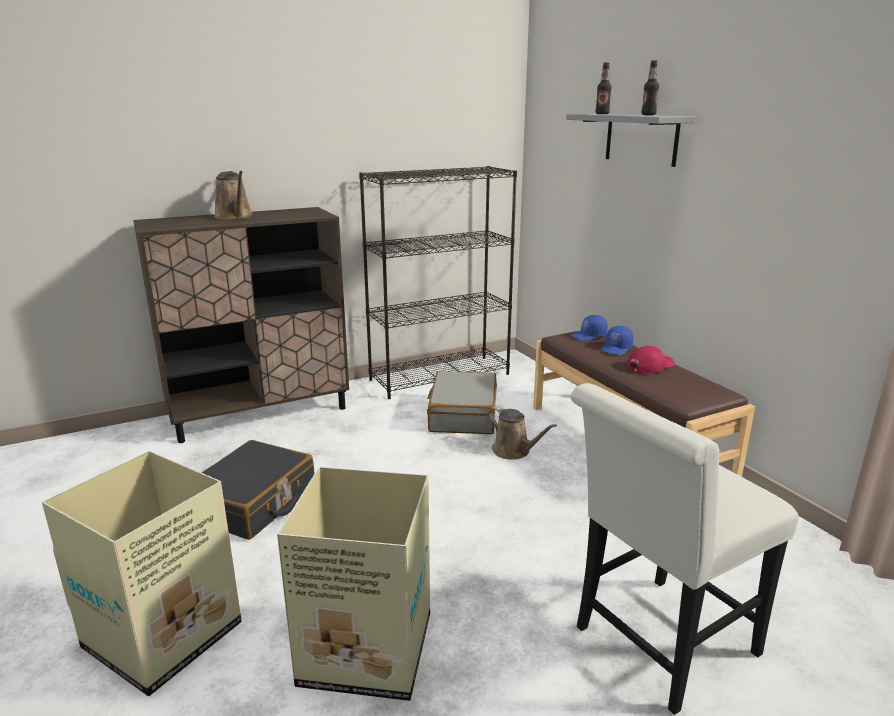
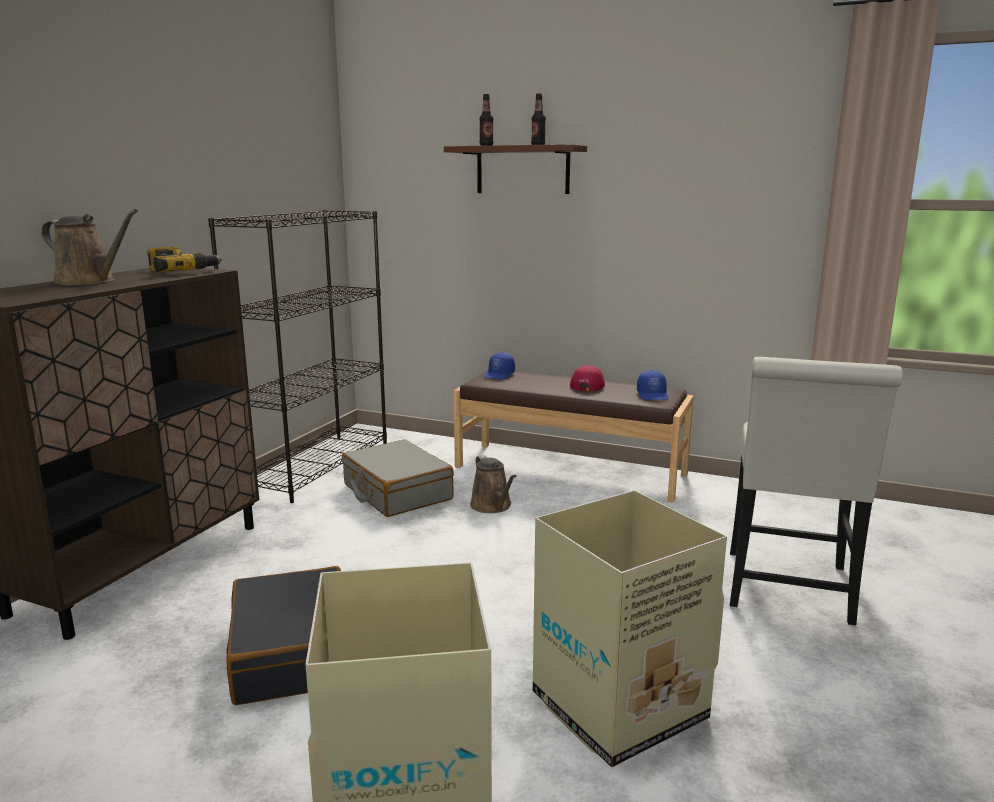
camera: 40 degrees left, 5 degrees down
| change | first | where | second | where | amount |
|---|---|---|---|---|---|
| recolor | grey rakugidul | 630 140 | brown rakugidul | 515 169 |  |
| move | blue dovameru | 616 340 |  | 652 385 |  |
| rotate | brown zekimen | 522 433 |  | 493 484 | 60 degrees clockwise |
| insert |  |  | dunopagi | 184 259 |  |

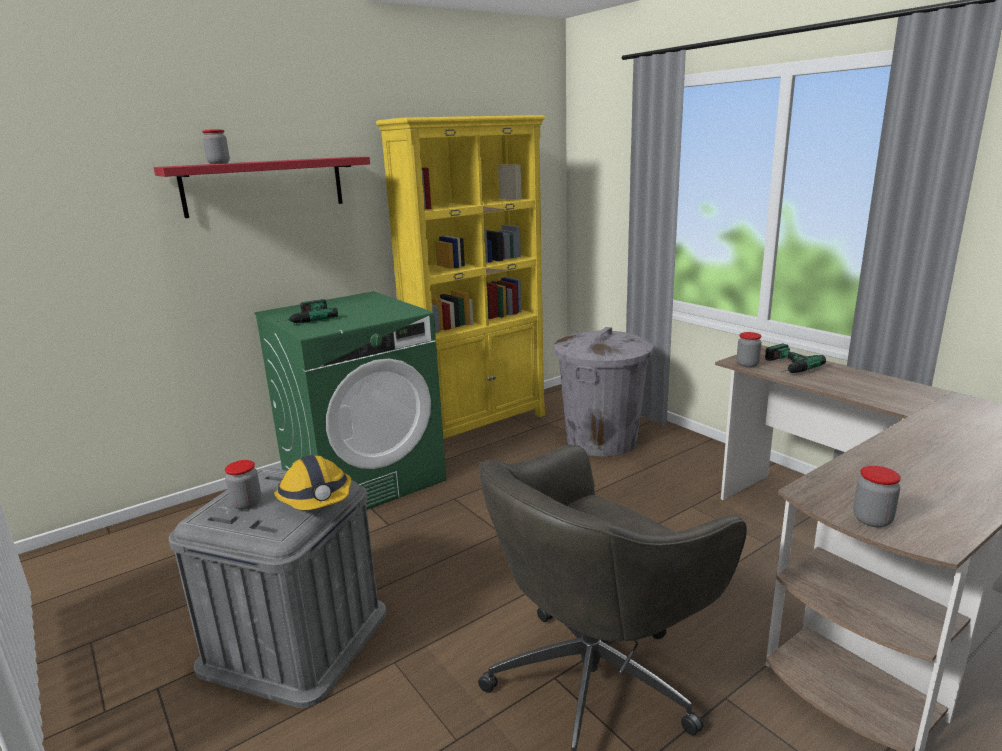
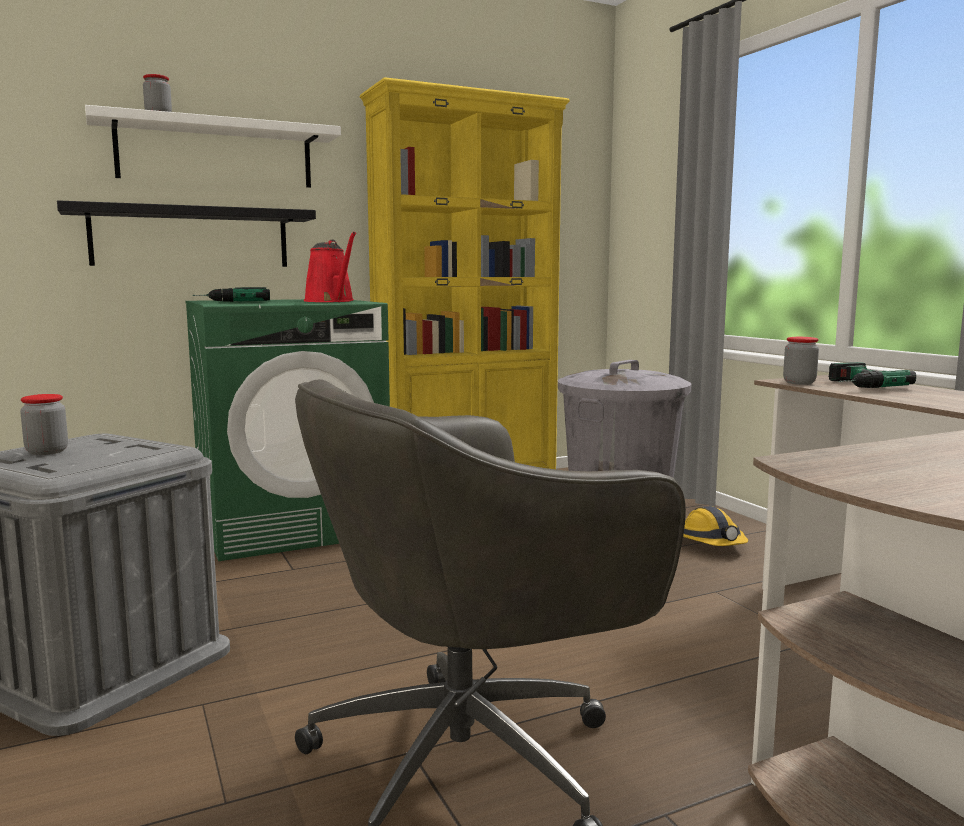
camera: 10 degrees right, 10 degrees down
| change | first | where | second | where | amount |
|---|---|---|---|---|---|
| recolor | red rakugidul | 262 187 | white rakugidul | 213 146 |  |
| move | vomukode | 312 482 |  | 715 526 |  |
| delete | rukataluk | 877 496 |  |  |  |
| insert |  |  | black rakugidul | 186 233 |  |
| insert |  |  | red zekimen | 330 267 |  |

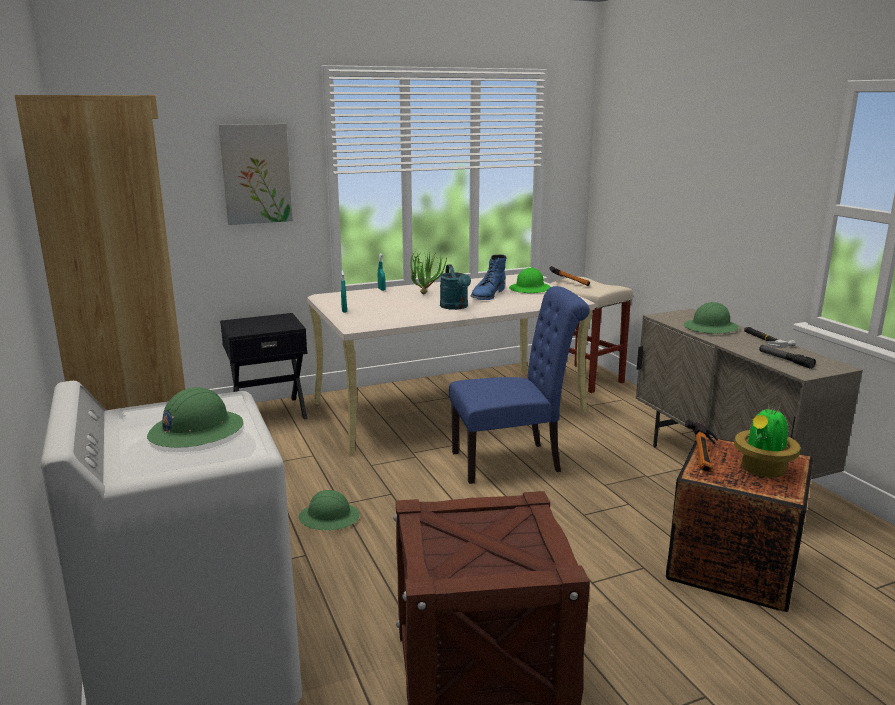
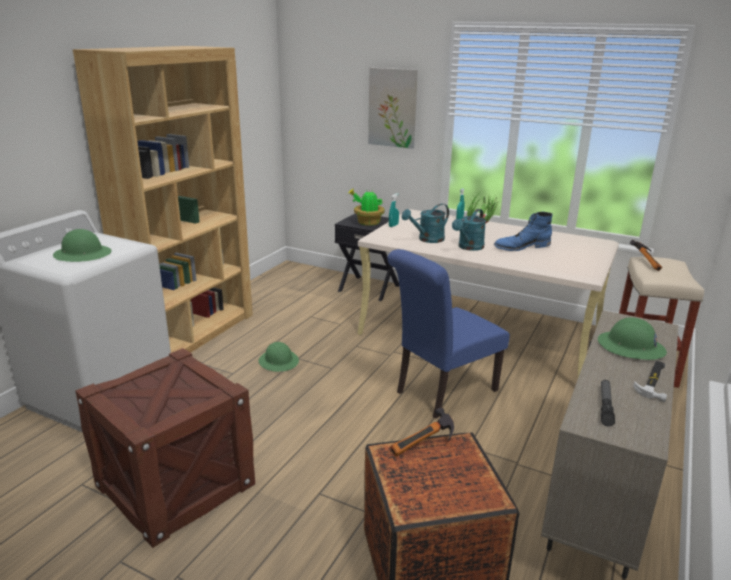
camera: 50 degrees right, 5 degrees up
| change | first | where | second | where | amount |
|---|---|---|---|---|---|
| delete | green vomukode | 530 280 |  |  |  |
| rotate | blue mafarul | 519 385 |  | 448 334 | 105 degrees clockwise |
| move | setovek | 767 442 |  | 366 207 |  |
| insert |  |  | turquoise zekimen | 425 223 |  |

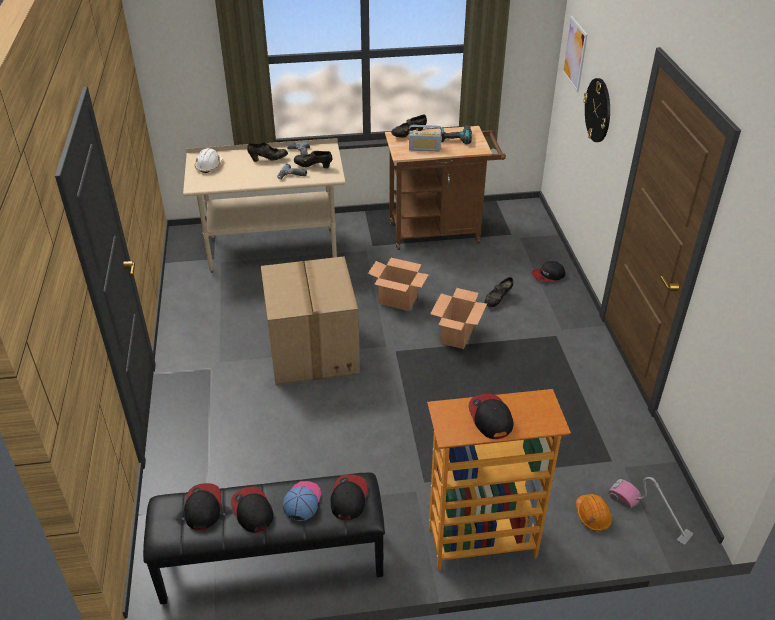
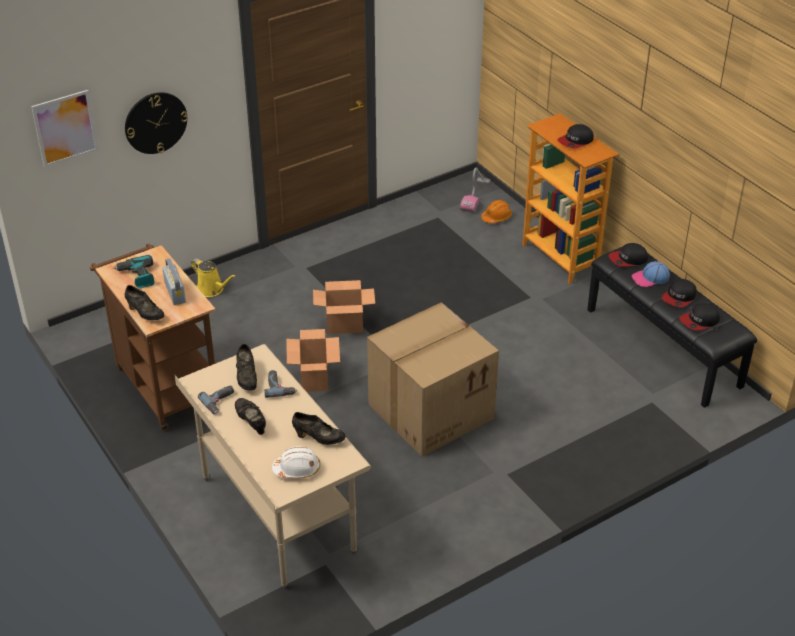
camera: 115 degrees left, 0 degrees up
| change | first | where | second | where | amount |
|---|---|---|---|---|---|
| replace | dovameru | 548 271 | yellow zekimen | 213 278 |  |
| move | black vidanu | 498 292 |  | 319 428 |  |

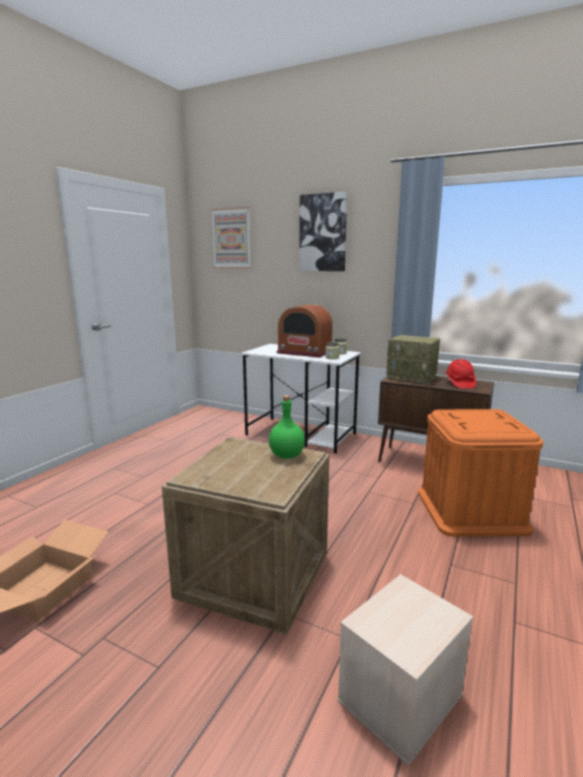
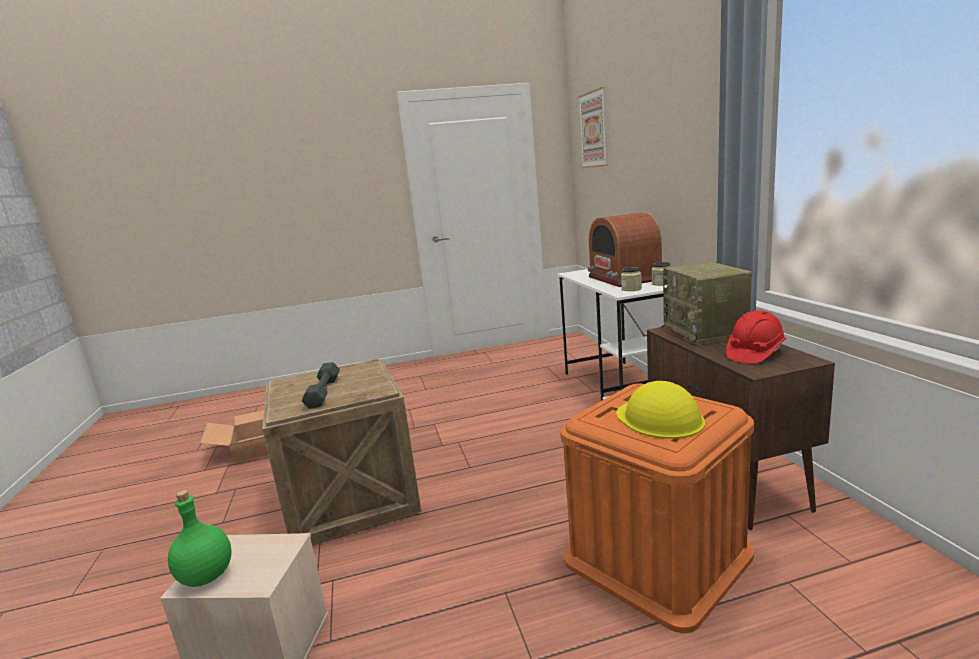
camera: 50 degrees right, 0 degrees up
| change | first | where | second | where | amount |
|---|---|---|---|---|---|
| delete | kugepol | 323 231 |  |  |  |
| move | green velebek | 287 427 |  | 199 538 |  |
| insert |  |  | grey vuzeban | 321 385 |  |
| insert |  |  | yellow vomukode | 660 410 |  |

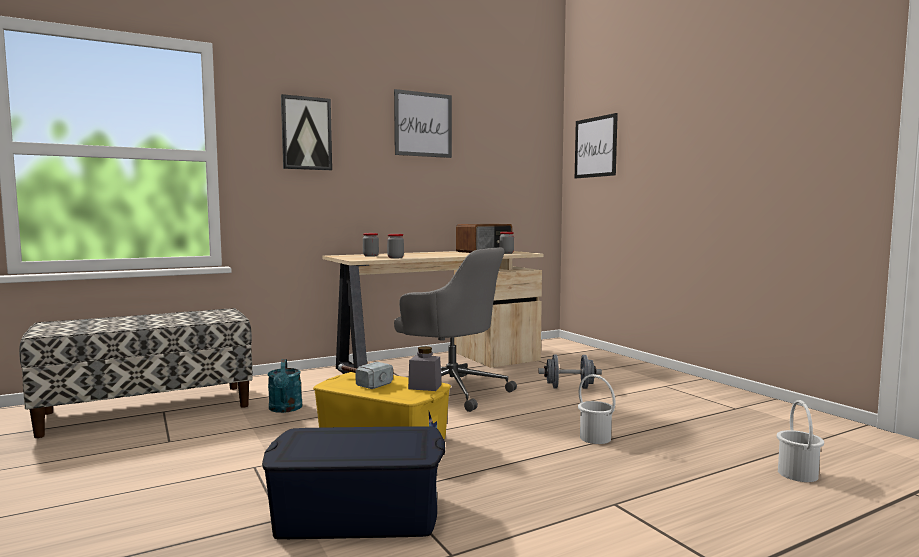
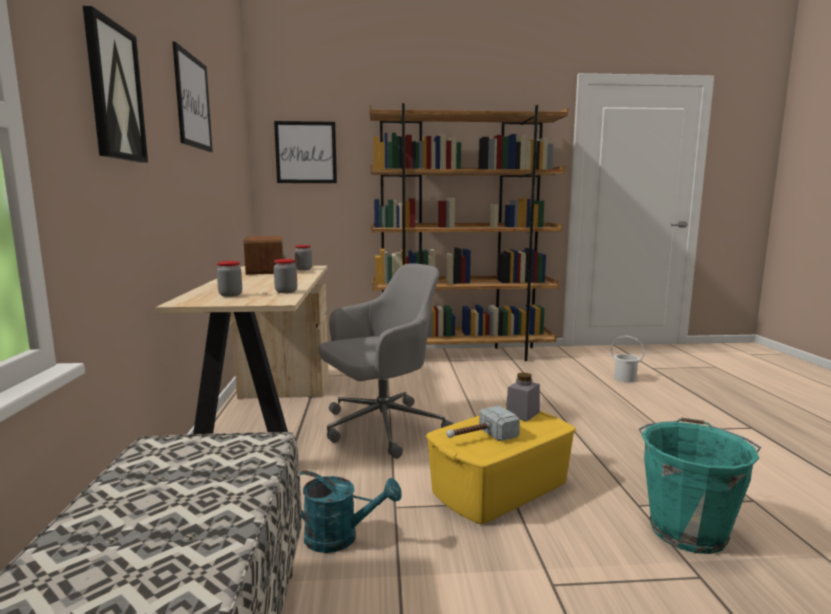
camera: 65 degrees left, 5 degrees up
| change | first | where | second | where | amount |
|---|---|---|---|---|---|
| delete | grey vuzeban | 570 371 |  |  |  |
| delete | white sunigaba | 597 409 |  |  |  |
| replace | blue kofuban | 353 482 | turquoise sunigaba | 700 485 |  |
| insert |  |  | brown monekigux | 469 232 |  |

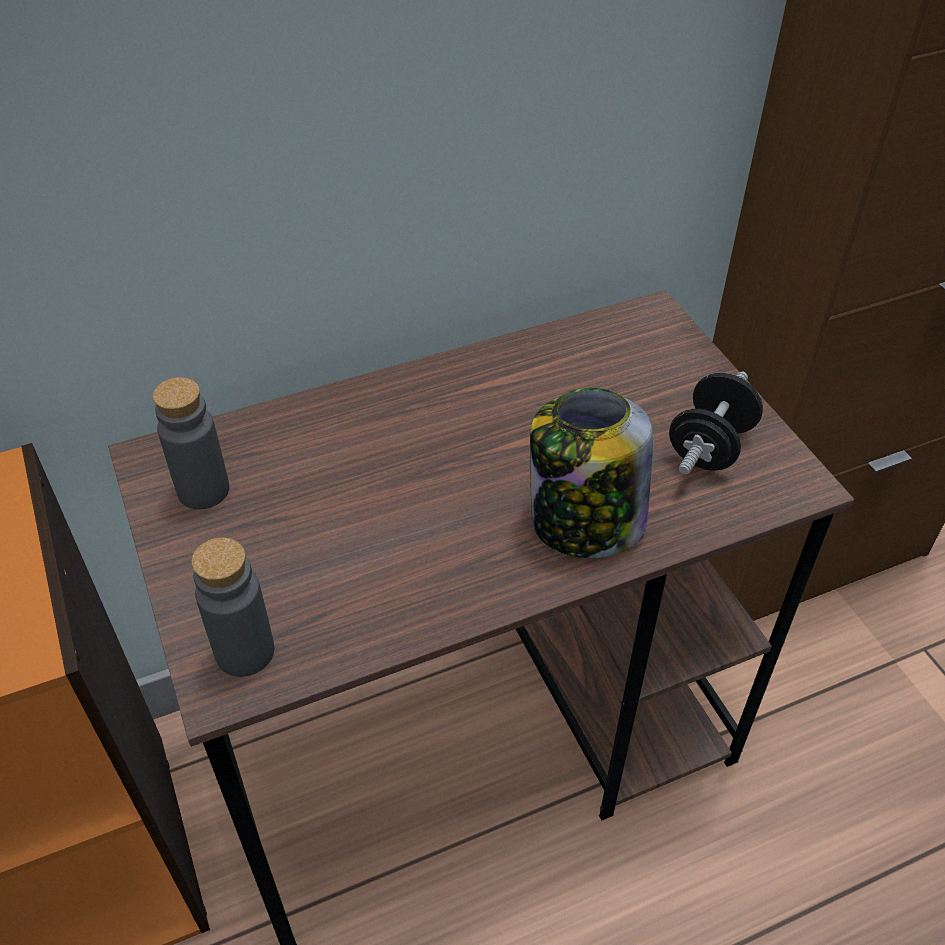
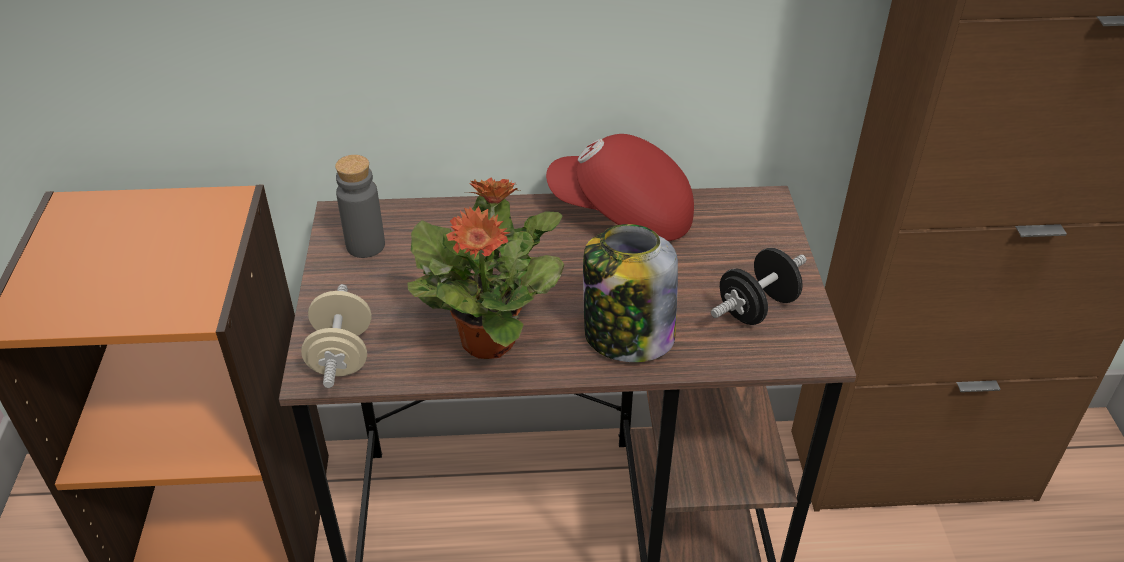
camera: 20 degrees right, 5 degrees down
| change | first | where | second | where | amount |
|---|---|---|---|---|---|
| replace | grey velebek | 232 607 | beige vuzeban | 336 336 |  |
| insert |  |  | red dovameru | 620 187 |  |
| insert |  |  | setovek | 486 268 |  |

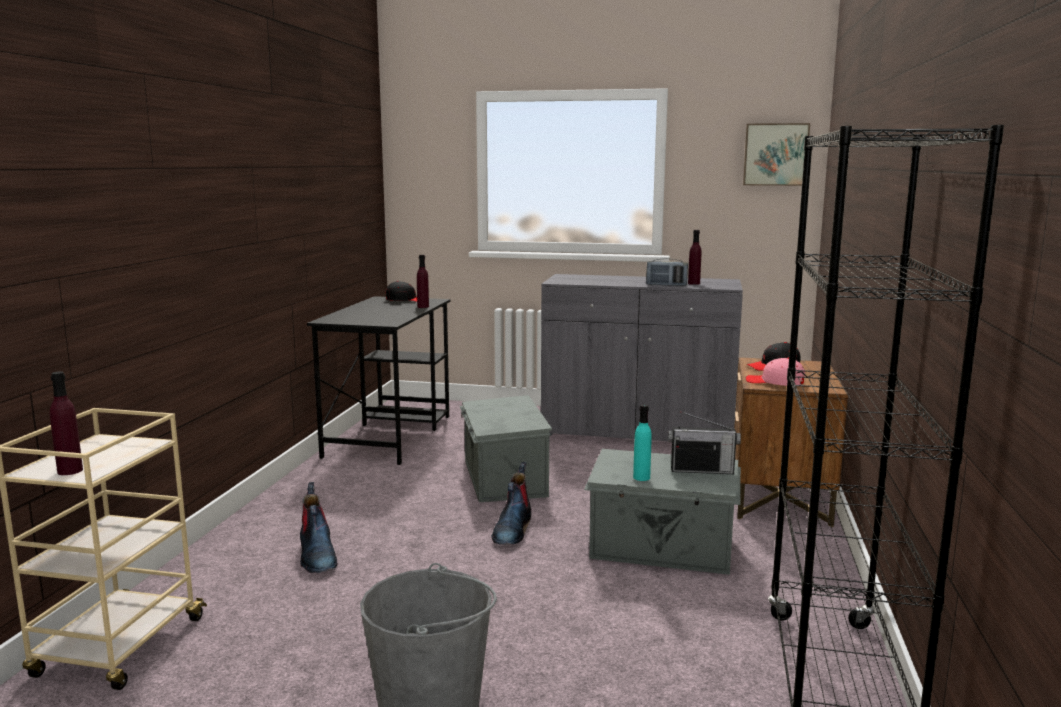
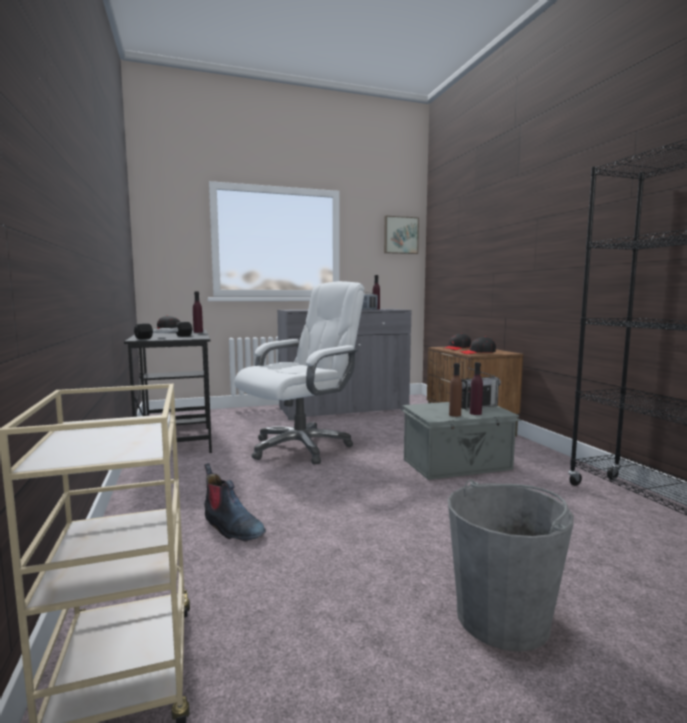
camera: 30 degrees left, 5 degrees down
| change | first | where | second | where | amount |
|---|---|---|---|---|---|
| recolor | pink dovameru | 775 372 | black dovameru | 478 345 |  |
| move | purple velebek | 66 423 |  | 476 388 |  |
| replace | grey kofuban | 506 448 | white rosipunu | 300 373 |  |
| recolor | turquoise velebek | 642 442 | brown velebek | 455 390 |  |
| delete | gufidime | 511 503 |  |  |  |
| insert |  |  | black vuzeban | 163 330 |  |

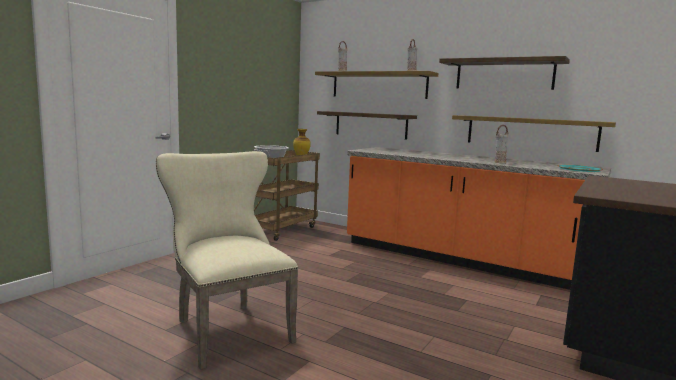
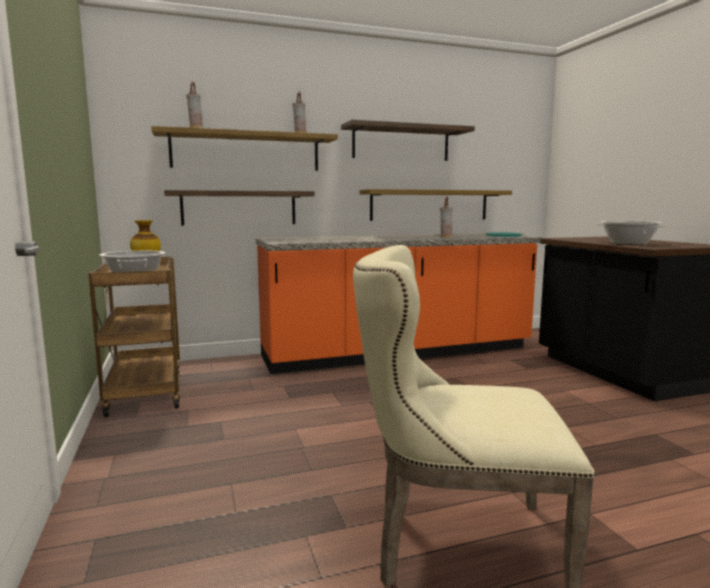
camera: 50 degrees left, 0 degrees up
| change | first | where | second | where | amount |
|---|---|---|---|---|---|
| insert |  |  | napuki | 632 233 |  |

